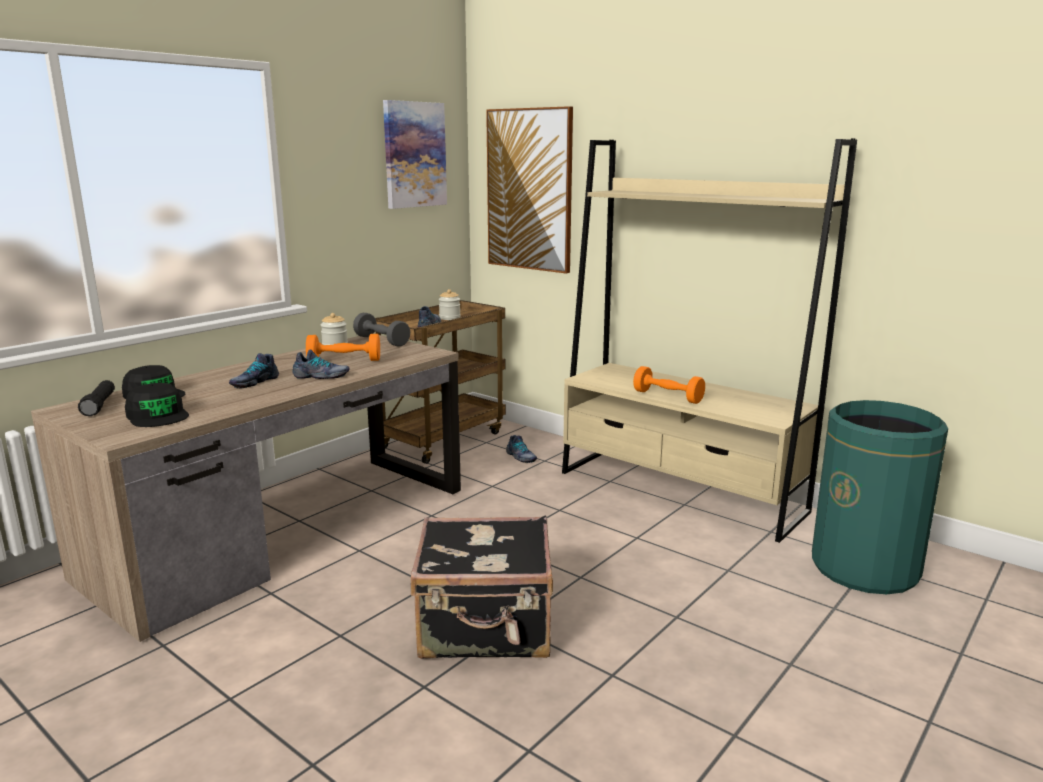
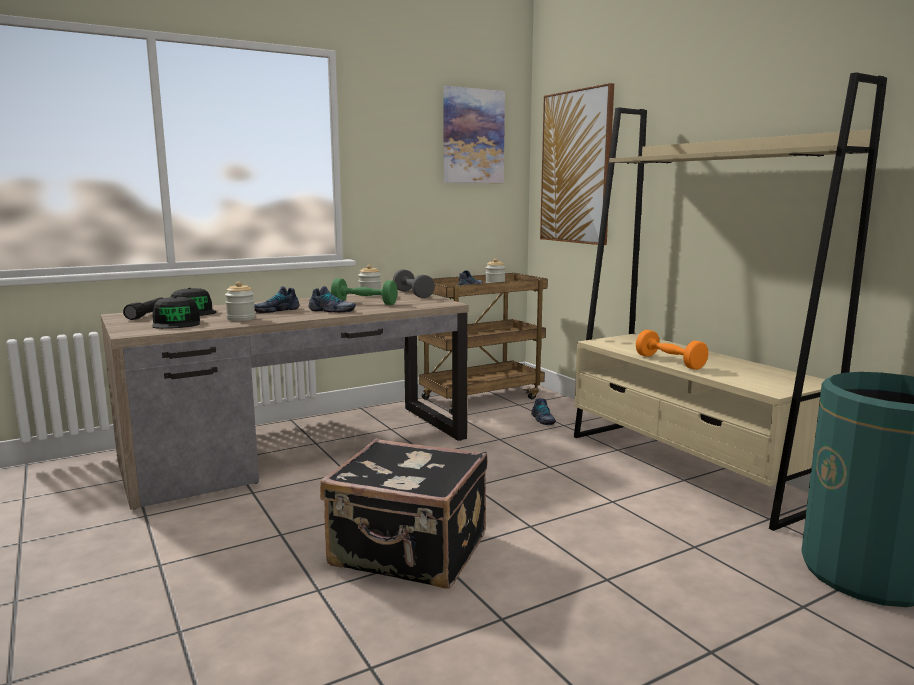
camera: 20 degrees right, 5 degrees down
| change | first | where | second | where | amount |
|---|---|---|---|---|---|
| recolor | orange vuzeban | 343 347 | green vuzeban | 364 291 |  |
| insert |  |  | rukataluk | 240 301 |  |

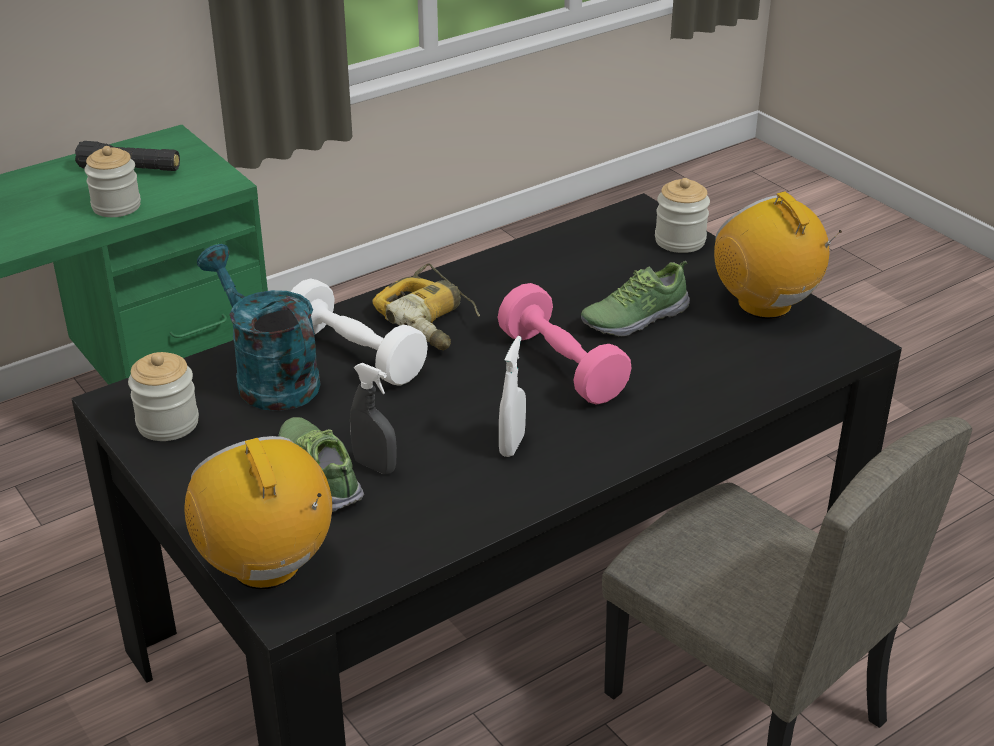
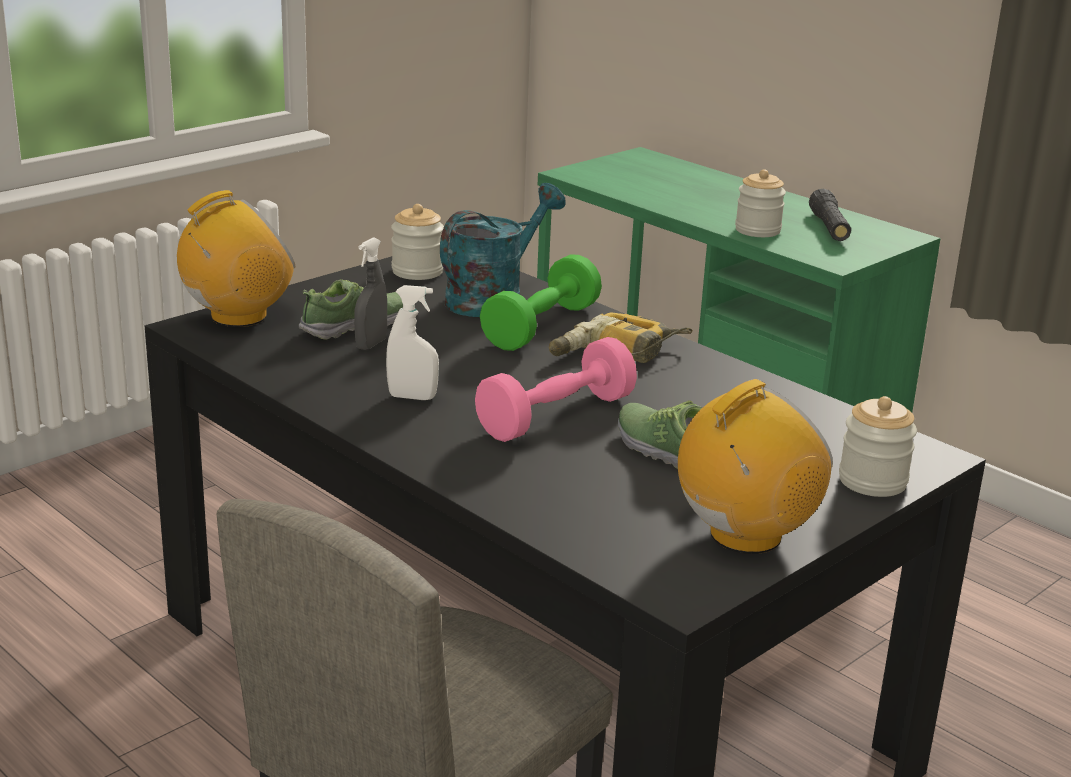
camera: 80 degrees right, 10 degrees down
| change | first | where | second | where | amount |
|---|---|---|---|---|---|
| recolor | white vuzeban | 359 332 | green vuzeban | 541 303 |  |

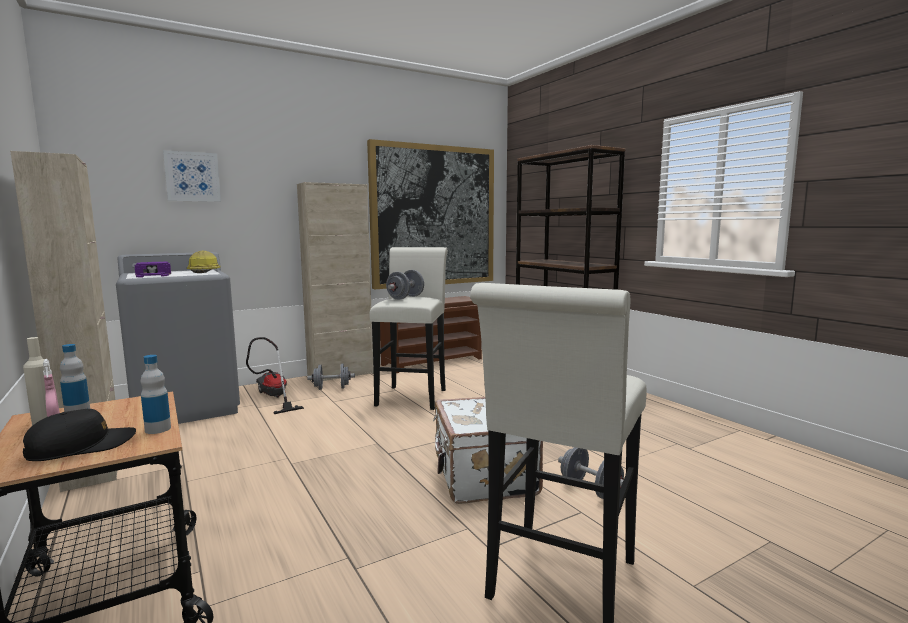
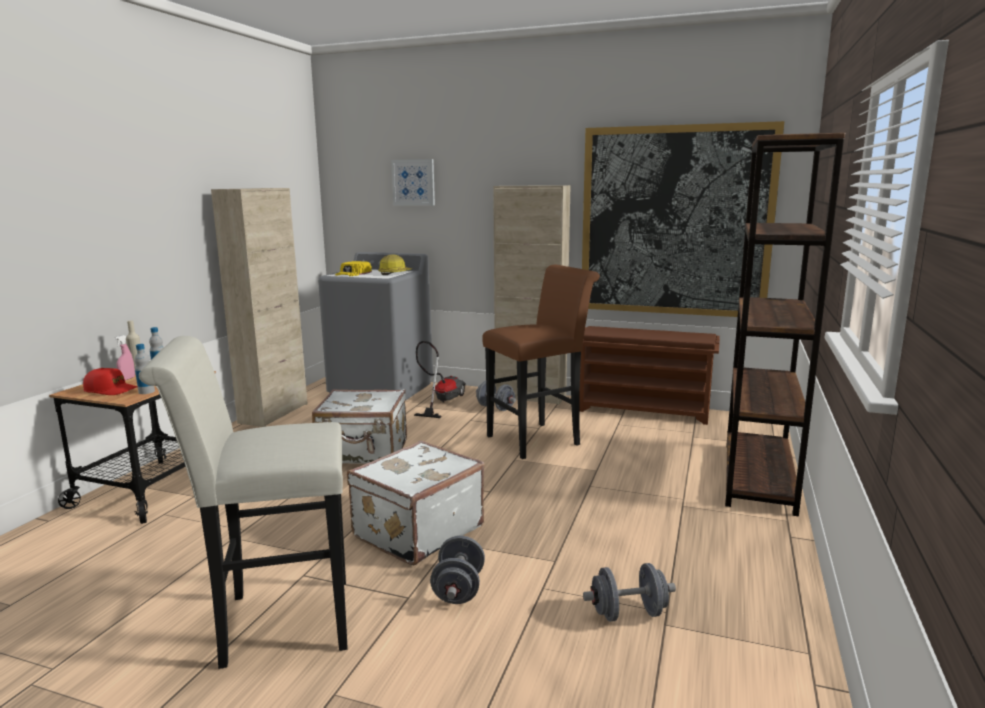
camera: 50 degrees right, 5 degrees up
| change | first | where | second | where | amount |
|---|---|---|---|---|---|
| recolor | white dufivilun | 409 328 | brown dufivilun | 541 362 |  |
| recolor | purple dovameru | 153 270 | yellow dovameru | 353 268 |  |
| move | grey vuzeban | 405 285 |  | 629 592 |  |
| recolor | black dovameru | 79 435 | red dovameru | 110 381 |  |
| insert |  |  | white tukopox | 359 426 |  |

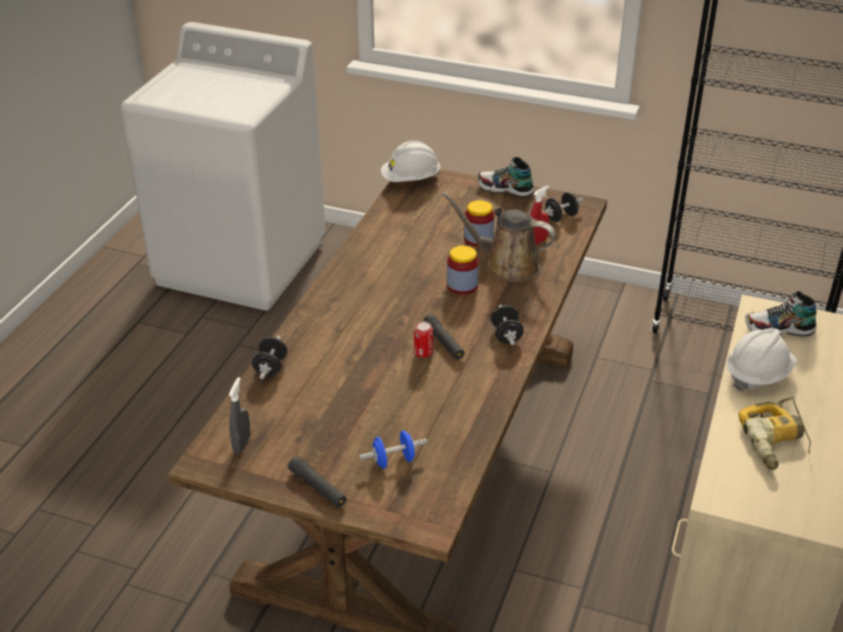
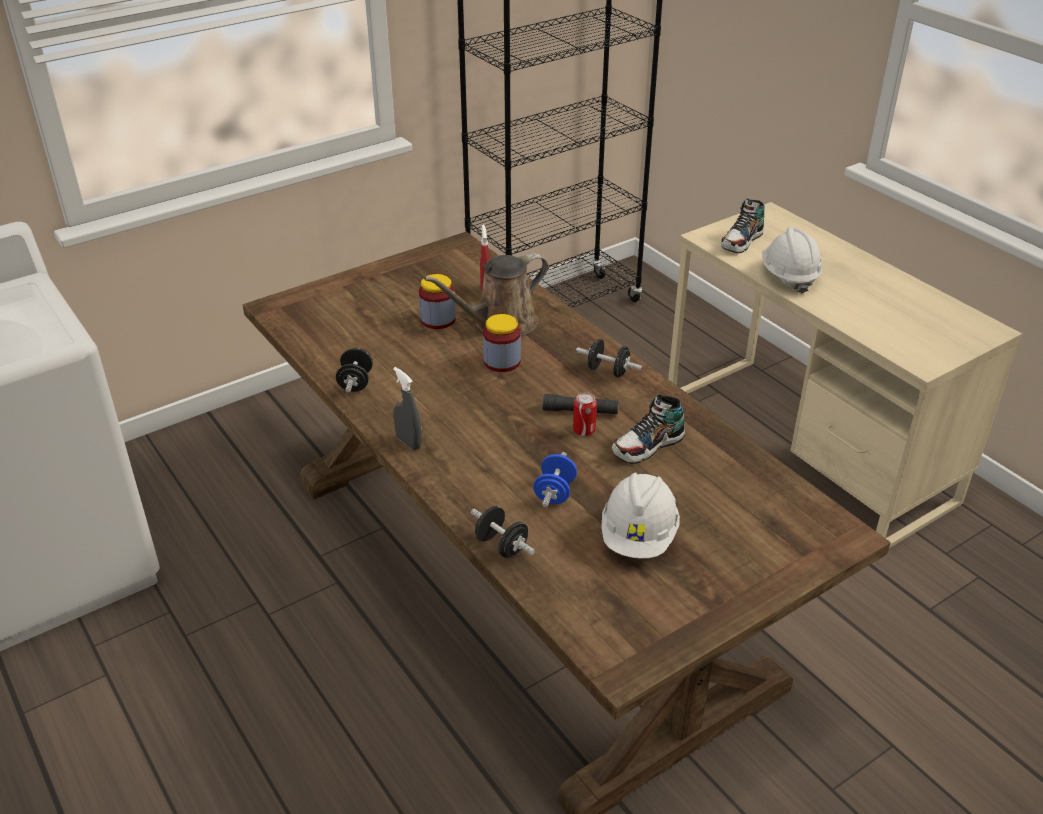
camera: 55 degrees left, 0 degrees up
| change | first | where | second | where | amount |
|---|---|---|---|---|---|
| move | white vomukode | 410 161 |  | 640 515 |  |
| move | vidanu | 505 177 |  | 648 429 |  |
| move | black vuzeban | 563 207 |  | 354 370 |  |
| move | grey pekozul | 239 415 |  | 407 408 |  |
| delete | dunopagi | 775 433 |  |  |  |
| move | blue vuzeban | 393 450 |  | 555 479 |  |
| delete | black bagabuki | 317 482 |  |  |  |

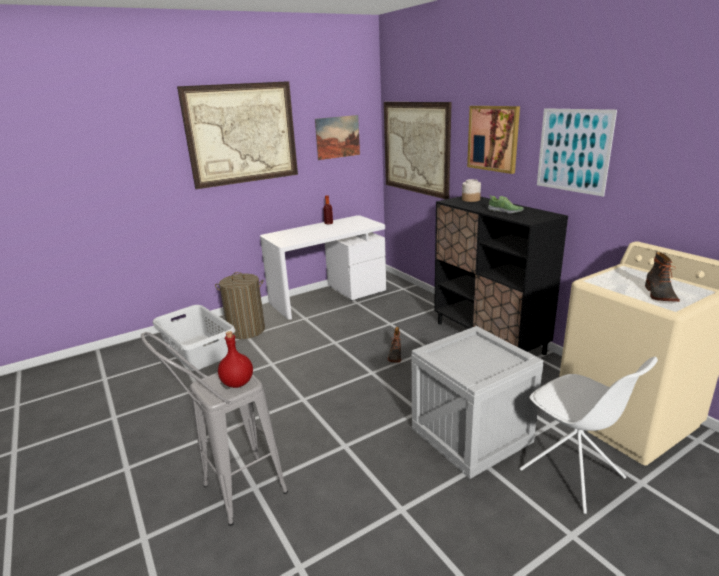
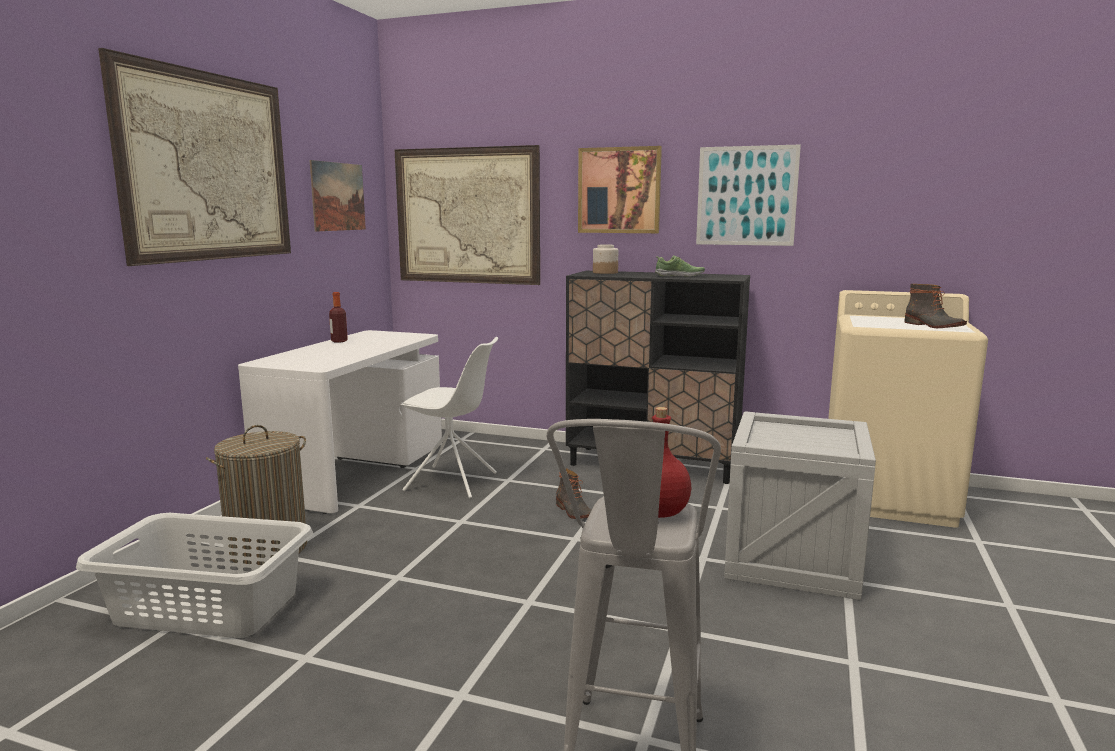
camera: 40 degrees left, 10 degrees down
| change | first | where | second | where | amount |
|---|---|---|---|---|---|
| move | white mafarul | 589 435 |  | 449 417 |  |

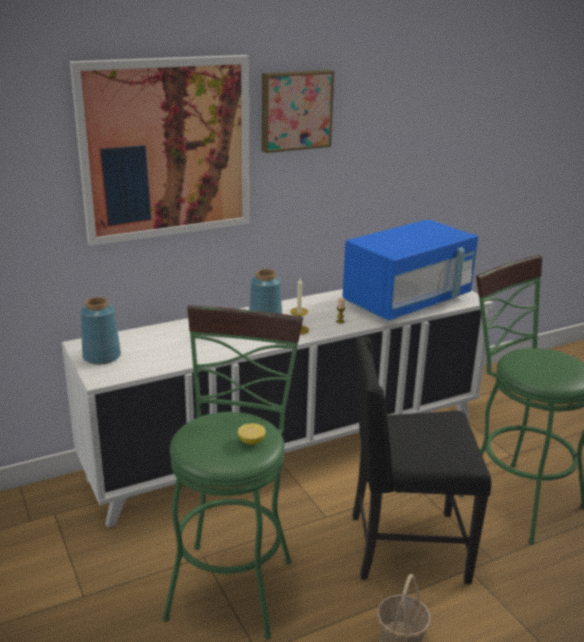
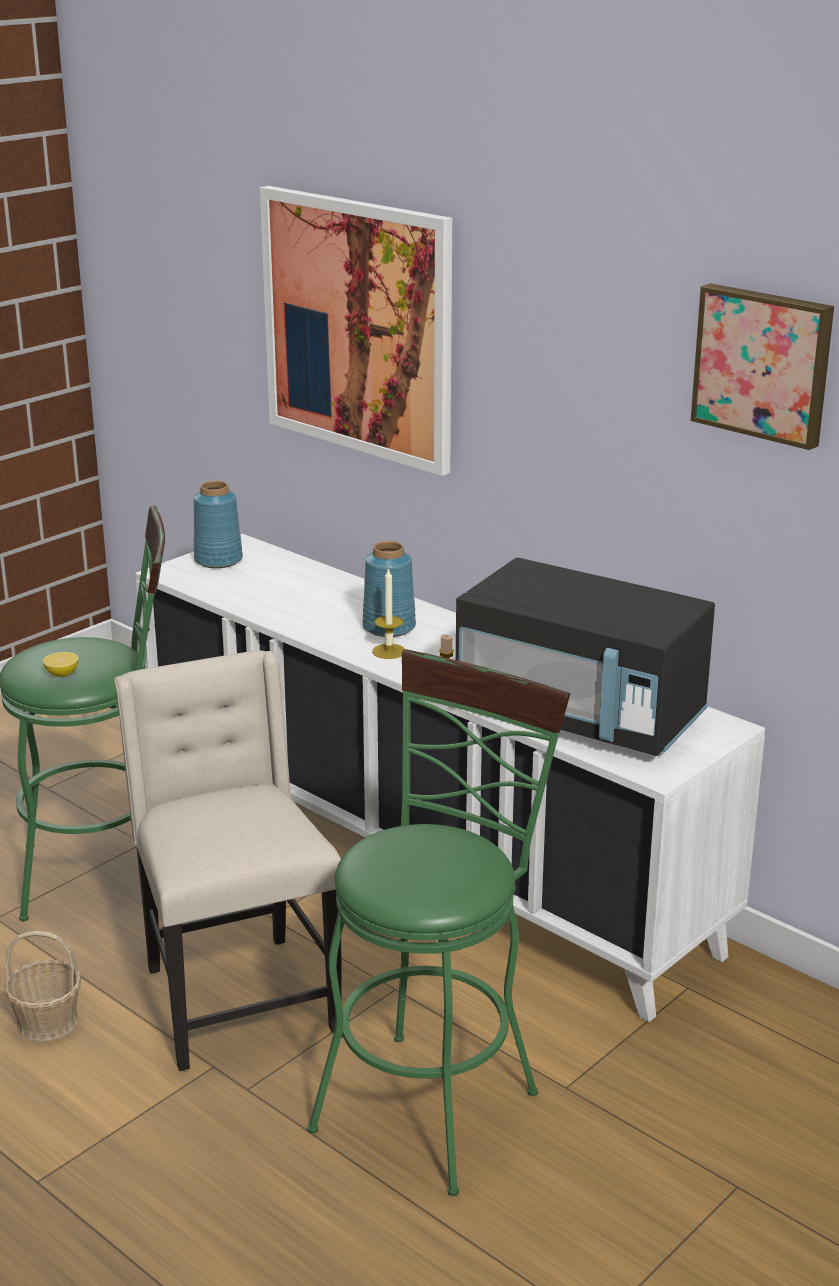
camera: 70 degrees right, 0 degrees up
| change | first | where | second | where | amount |
|---|---|---|---|---|---|
| move | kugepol | 298 111 |  | 762 366 |  |
| recolor | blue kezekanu | 410 269 | black kezekanu | 585 656 |  |
| recolor | black mafarul | 421 460 | beige mafarul | 228 860 |  |

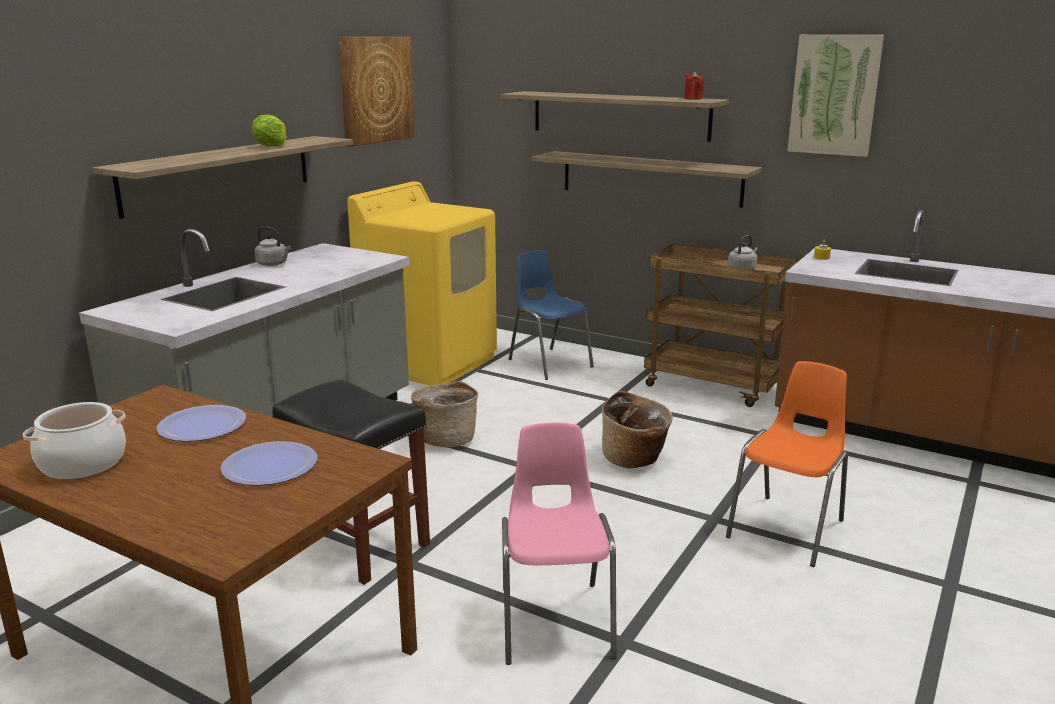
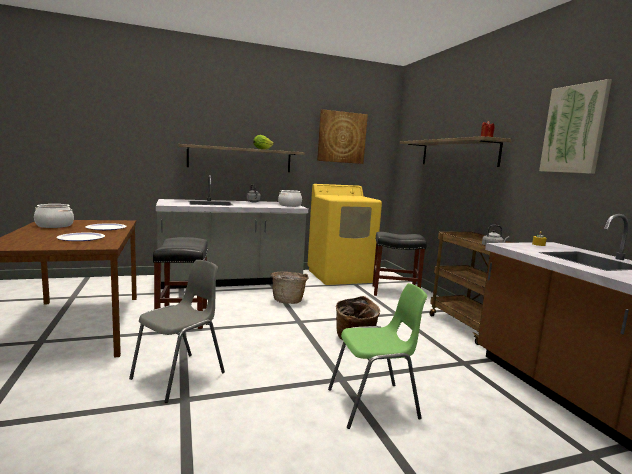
camera: 40 degrees right, 10 degrees down
| change | first | where | second | where | amount |
|---|---|---|---|---|---|
| delete | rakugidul | 646 179 |  |  |  |
| replace | blue mafarul | 551 315 | black dufivilun | 399 264 |  |
| recolor | orange mafarul | 787 464 | green mafarul | 377 356 |  |
| recolor | pink mafarul | 559 544 | grey mafarul | 177 331 |  |
| insert |  |  | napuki | 290 198 |  |

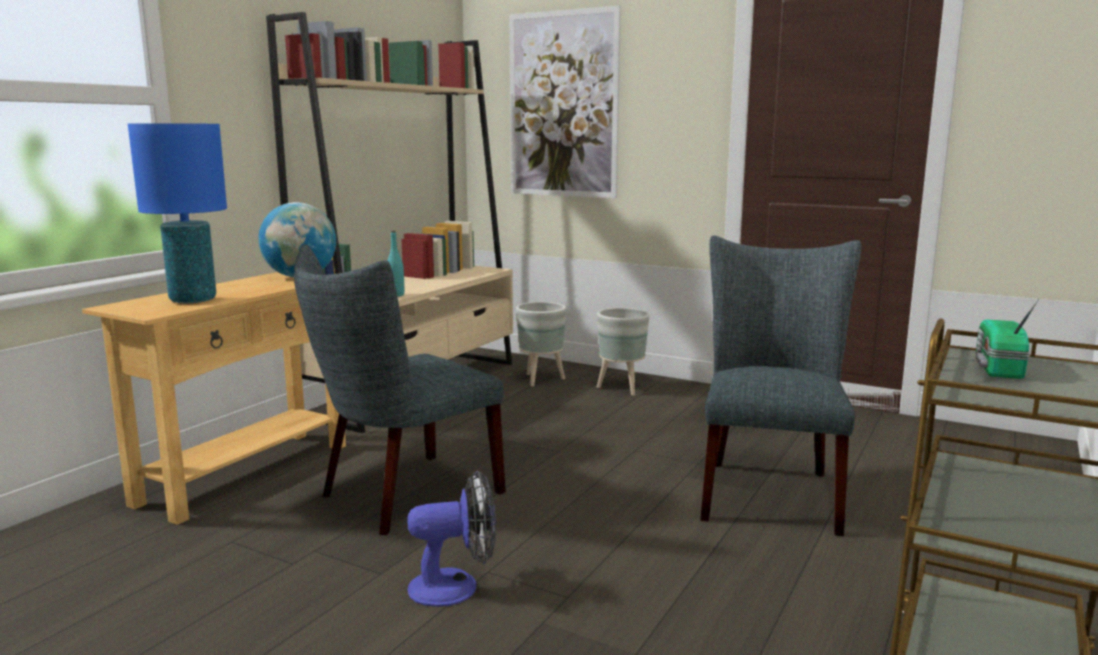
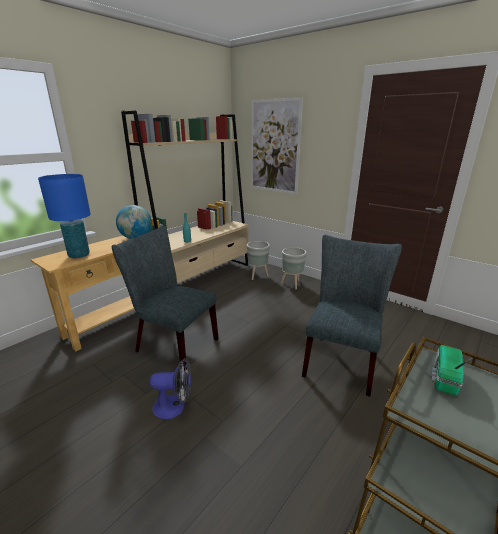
camera: 10 degrees right, 10 degrees up
| change | first | where | second | where | amount |
|---|---|---|---|---|---|
| rotate | grey mafarul | 400 389 |  | 165 298 | 60 degrees clockwise |

